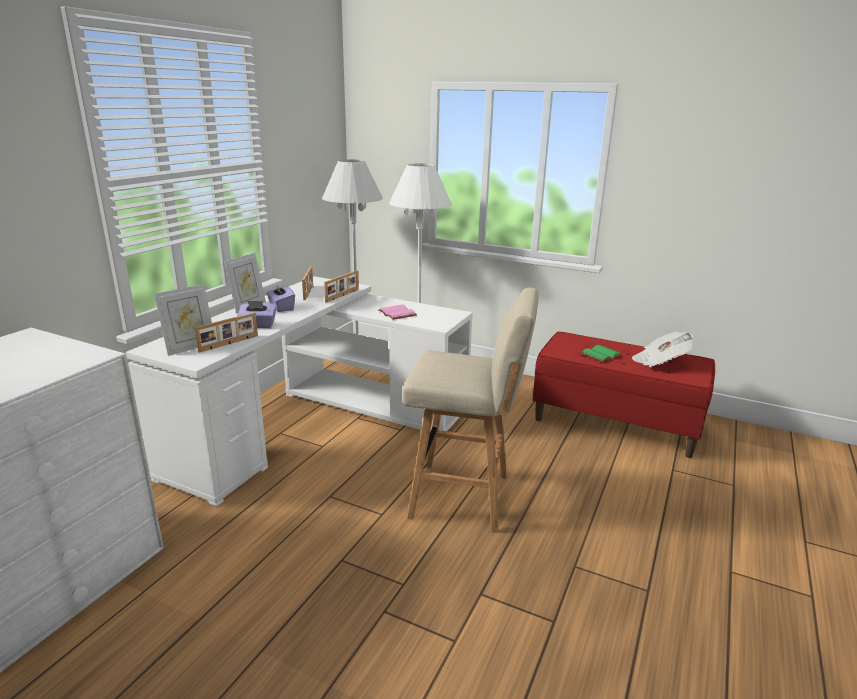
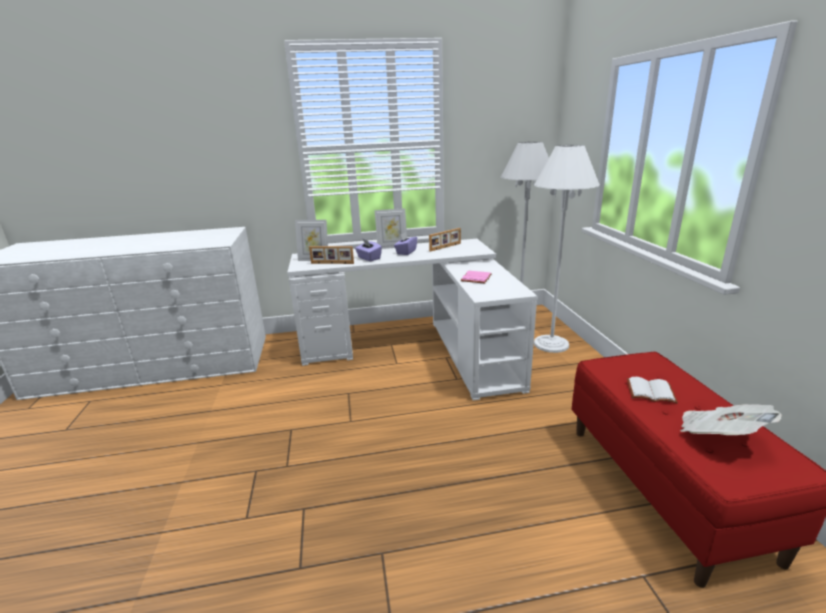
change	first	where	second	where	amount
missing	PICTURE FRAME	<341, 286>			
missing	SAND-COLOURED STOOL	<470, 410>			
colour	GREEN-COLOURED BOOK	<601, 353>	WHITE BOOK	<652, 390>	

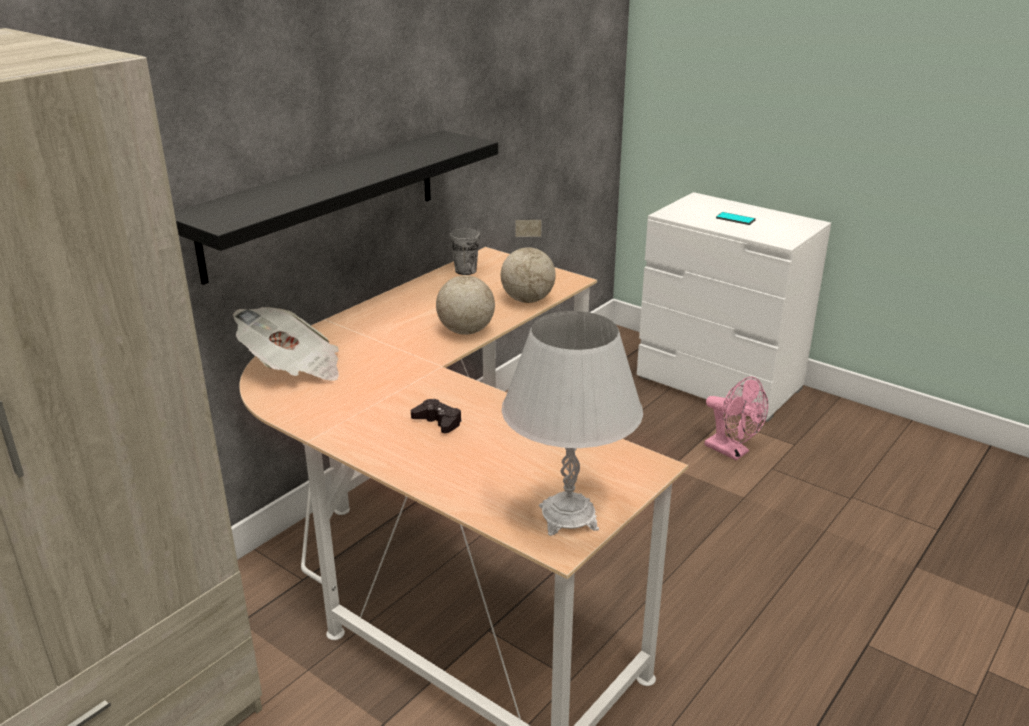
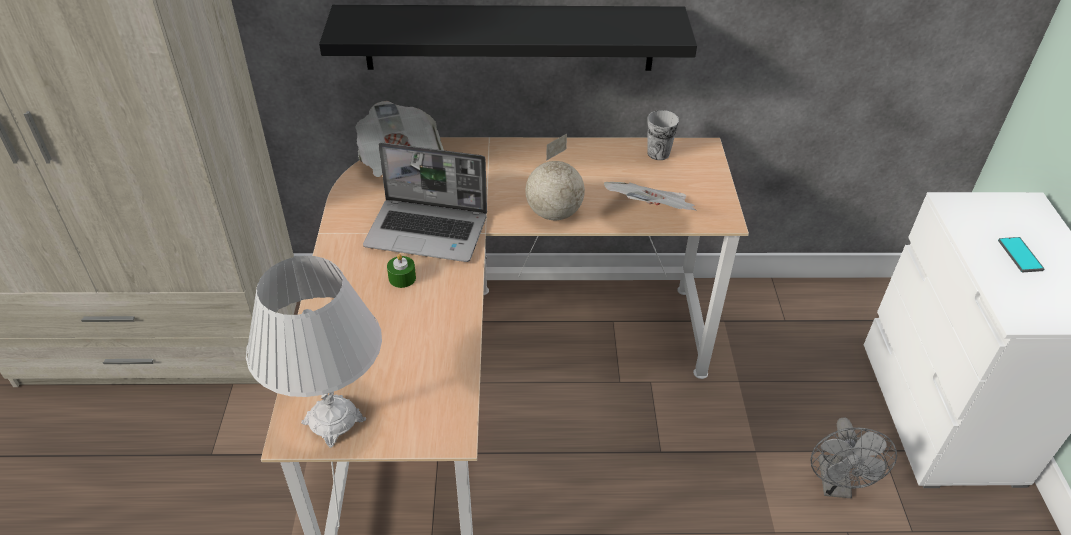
change	first	where	second	where	amount
exchanged	WORLD GLOBE	<528, 261>	NEWSPAPER	<650, 196>	
colour	PINK COOLING FAN	<736, 418>	GREYISH COOLING FAN	<853, 458>	
exchanged	BLACK JOYPAD	<436, 416>	GREEN-COLOURED WAX LIGHT	<401, 271>	
appeared			PORTABLE COMPUTER	<425, 202>	

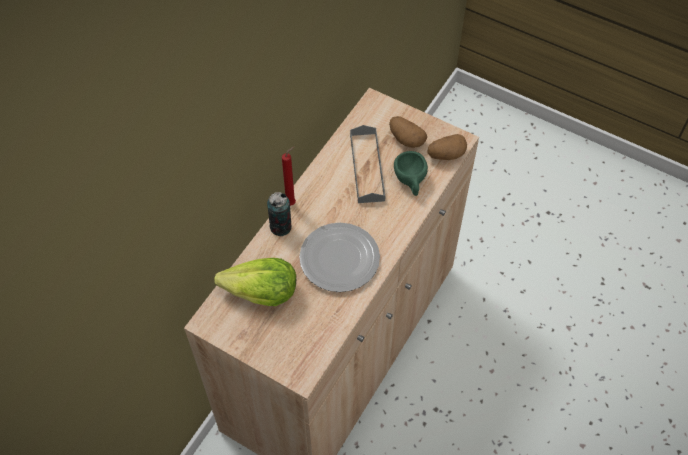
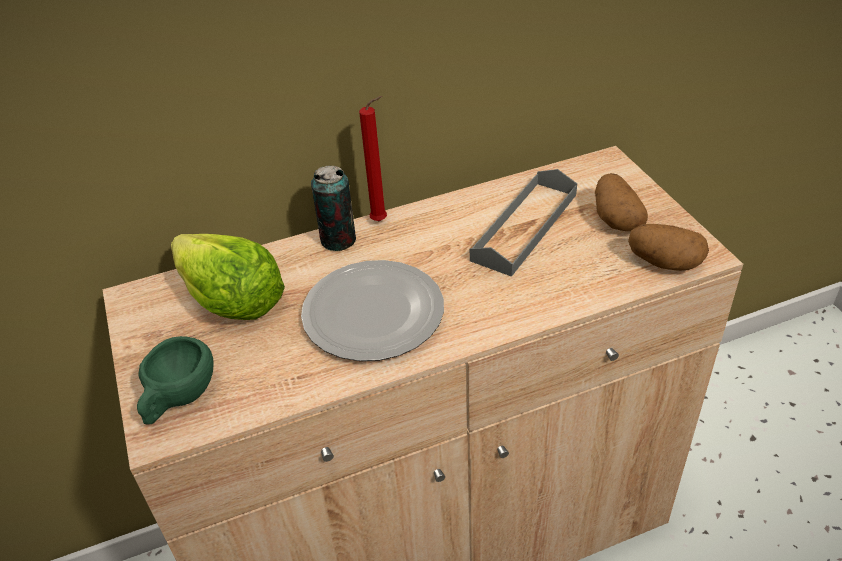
change	first	where	second	where	amount
relocated	GREEN-COLOURED SMALL CUP	<411, 173>		<175, 380>	

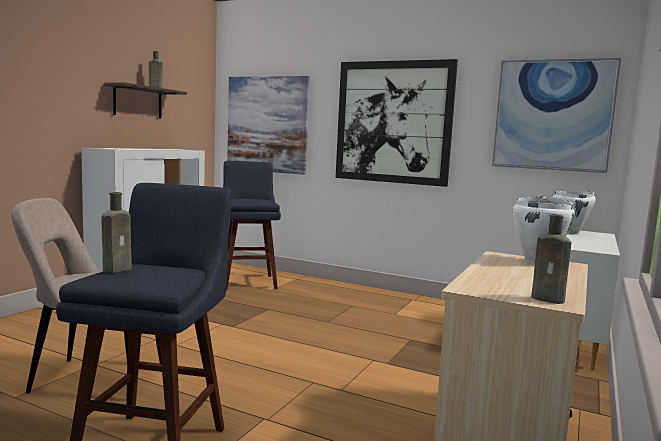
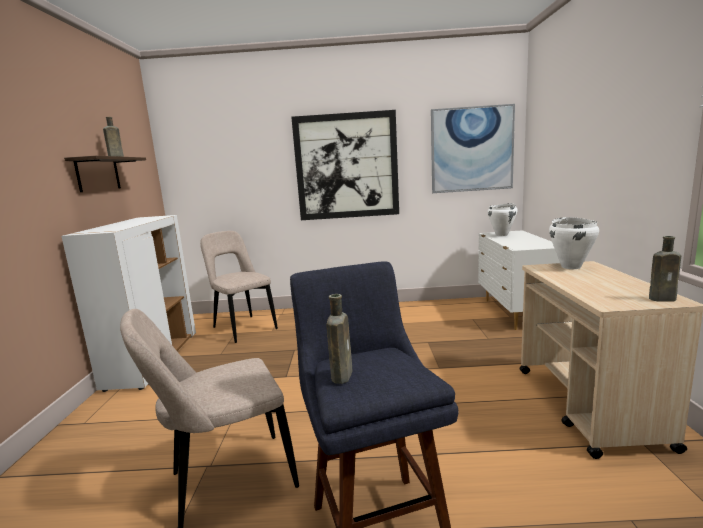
change	first	where	second	where	amount
missing	PICTURE	<268, 125>			
exchanged	BLUE STOOL	<252, 225>	SAND-COLOURED PLAIN CHAIR	<239, 287>	

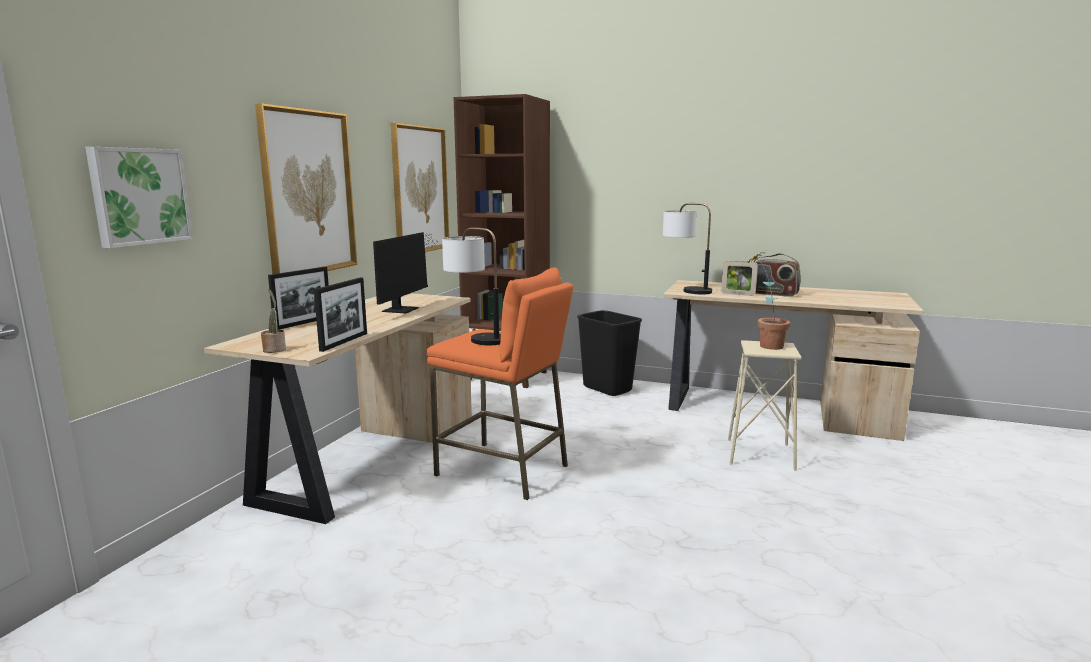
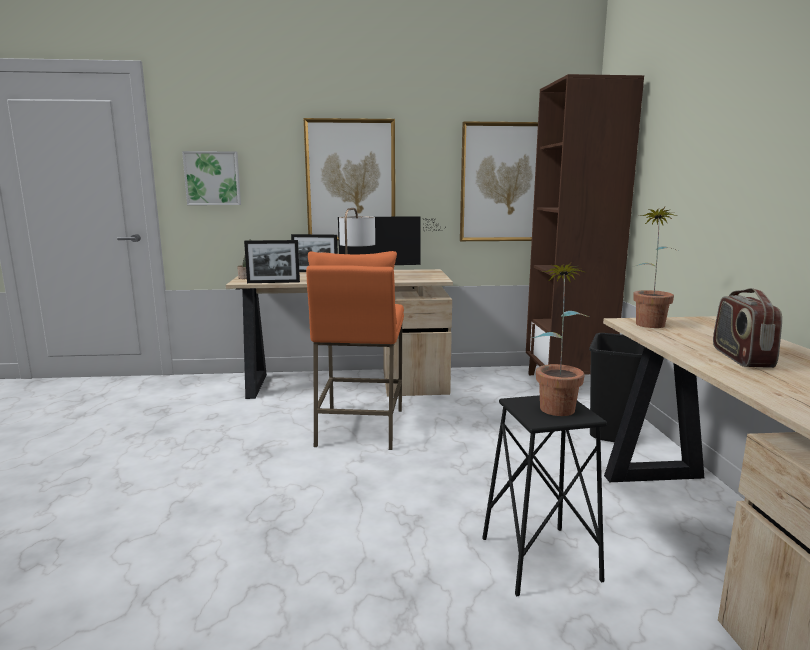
change	first	where	second	where	amount
exchanged	TABLE LAMP	<687, 248>	PLANT IN A POT	<655, 267>	
missing	PICTURE FRAME	<739, 278>			
colour	SAND-COLOURED STOOL	<765, 405>	BLACK STOOL	<544, 495>	

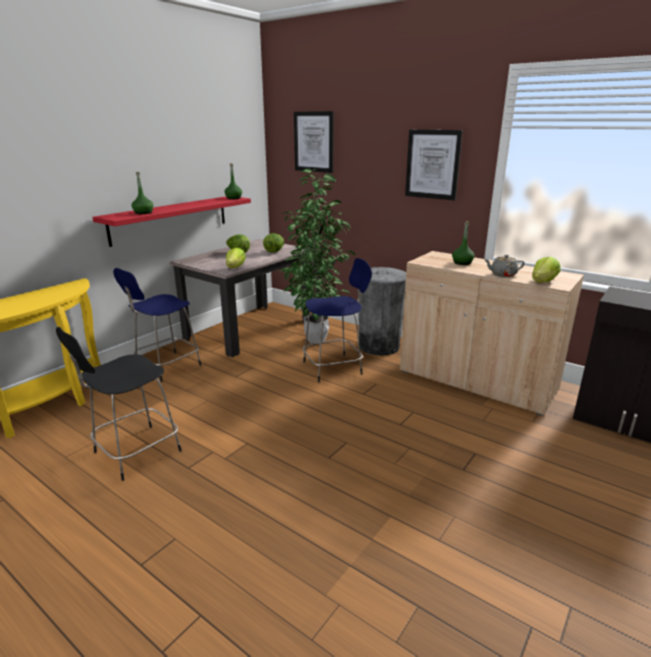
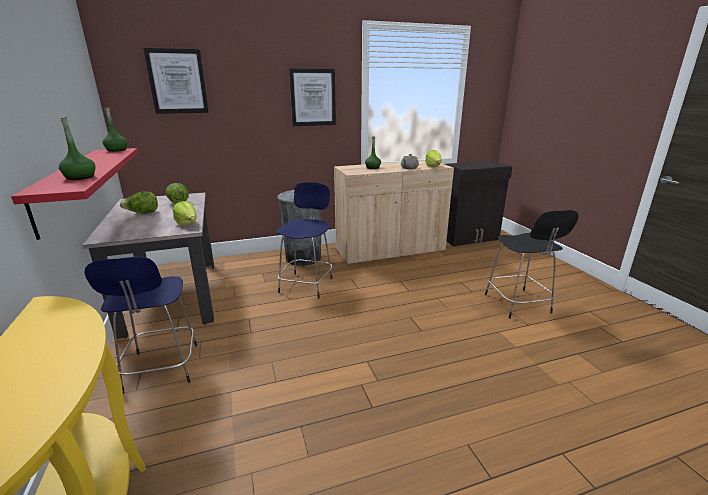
change	first	where	second	where	amount
missing	PLANT IN A POT	<318, 256>			
relocated	BLACK STOOL	<119, 404>		<532, 264>	

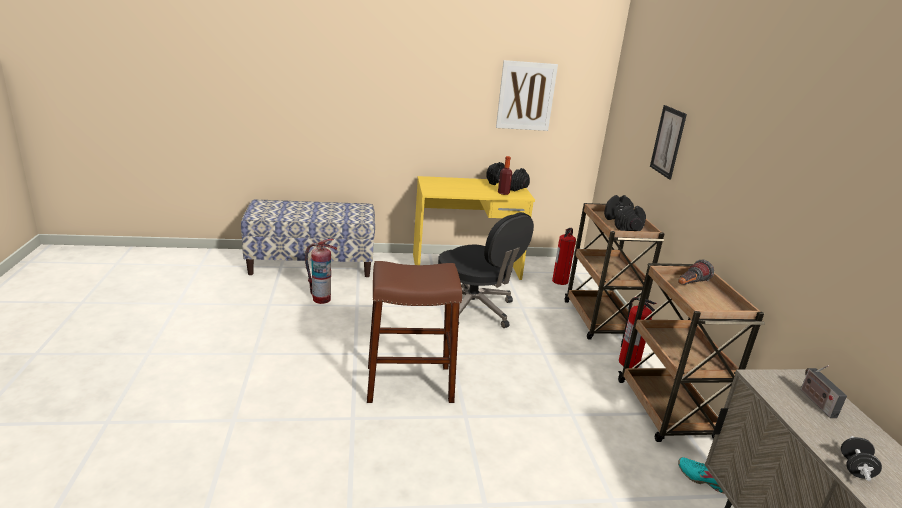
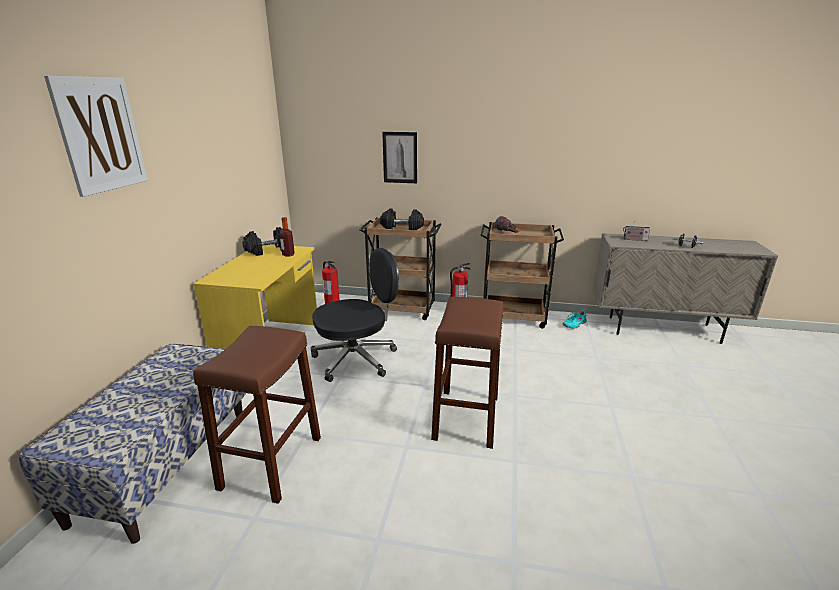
change	first	where	second	where	amount
relocated	PICTURE	<527, 95>		<96, 136>	
exchanged	FIRE-FIGHTING CYLINDER	<321, 271>	BROWNISH STOOL	<257, 415>	

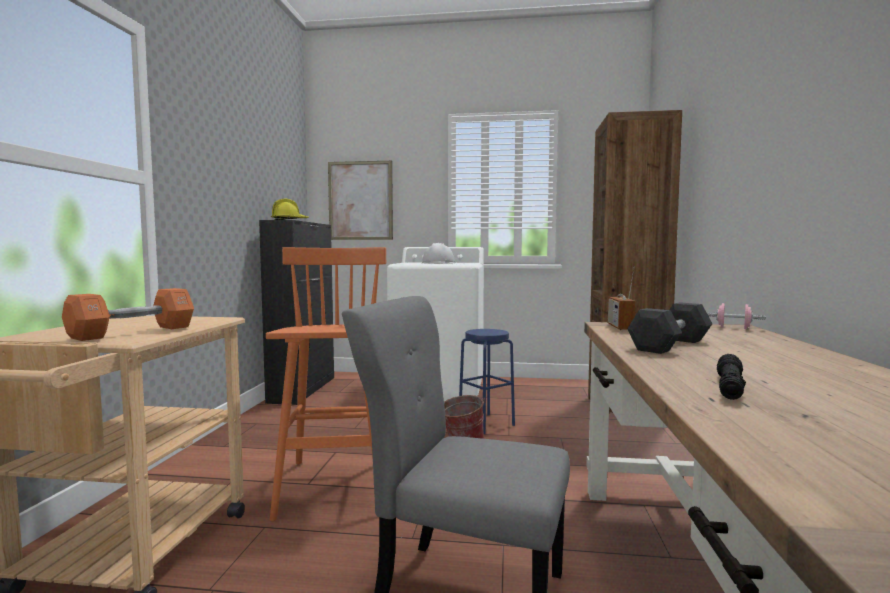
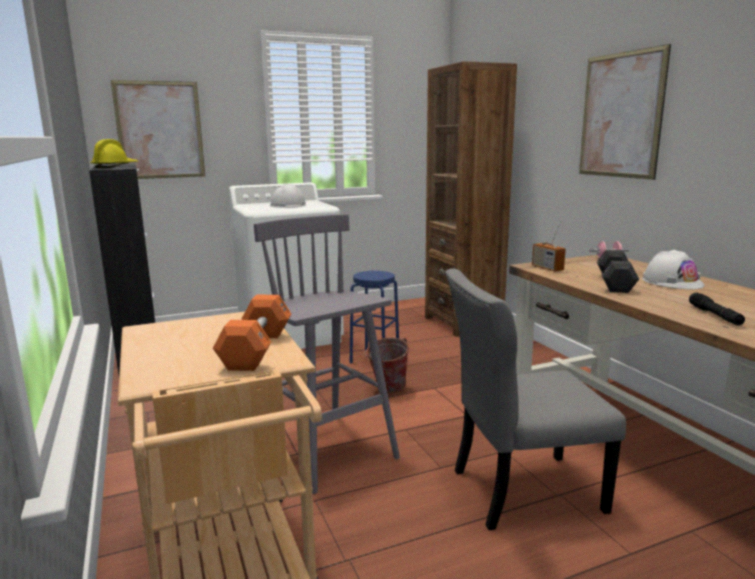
change	first	where	second	where	amount
colour	ORANGE STOOL	<326, 384>	GREYISH STOOL	<327, 354>	
appeared			PICTURE	<625, 112>	
appeared			WHITE HARD HAT	<673, 269>	

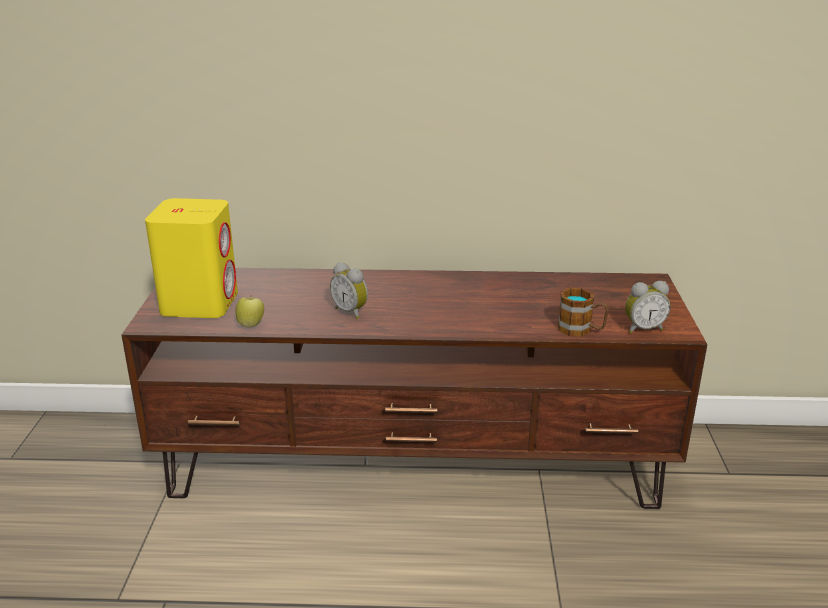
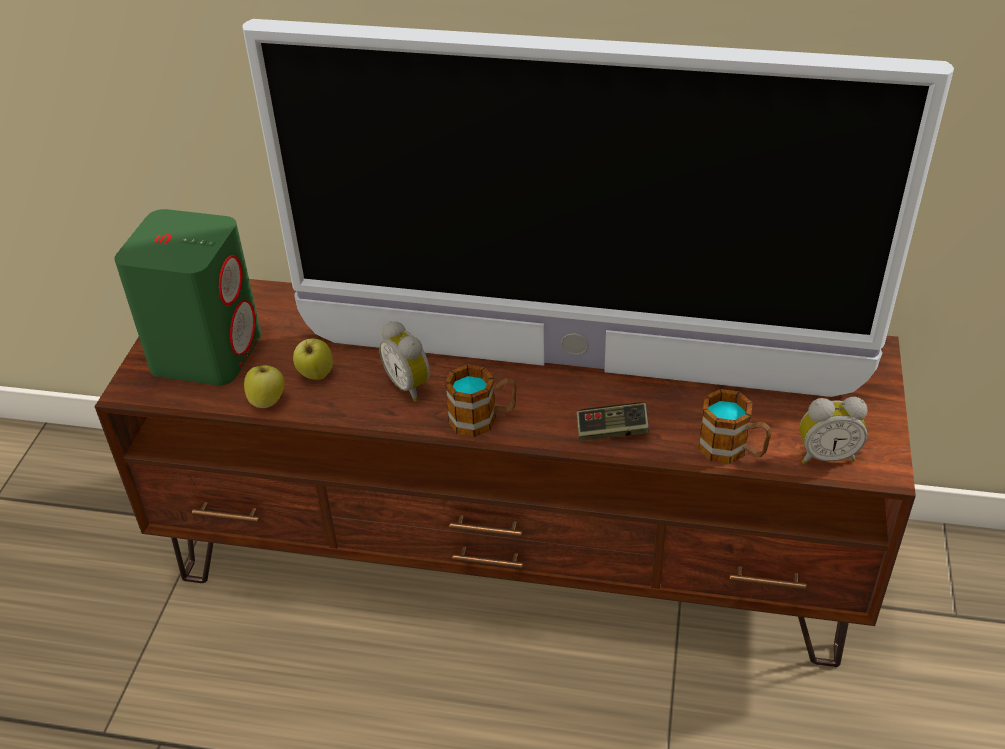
change	first	where	second	where	amount
colour	YELLOW SPEAKER	<191, 258>	GREEN-COLOURED SPEAKER	<187, 297>	
appeared			TV	<598, 208>	
appeared			WHOLE APPLE	<313, 358>	
appeared			COFFEE MUG	<481, 400>	
appeared			JOYPAD	<613, 421>	

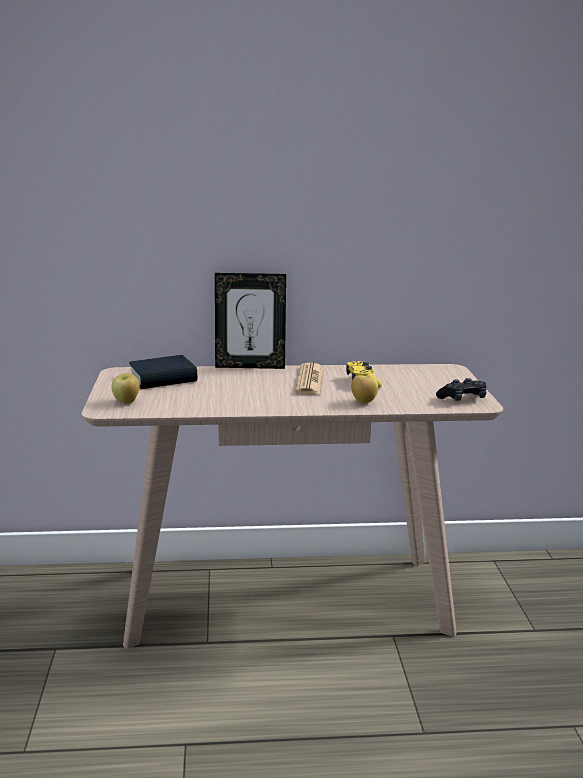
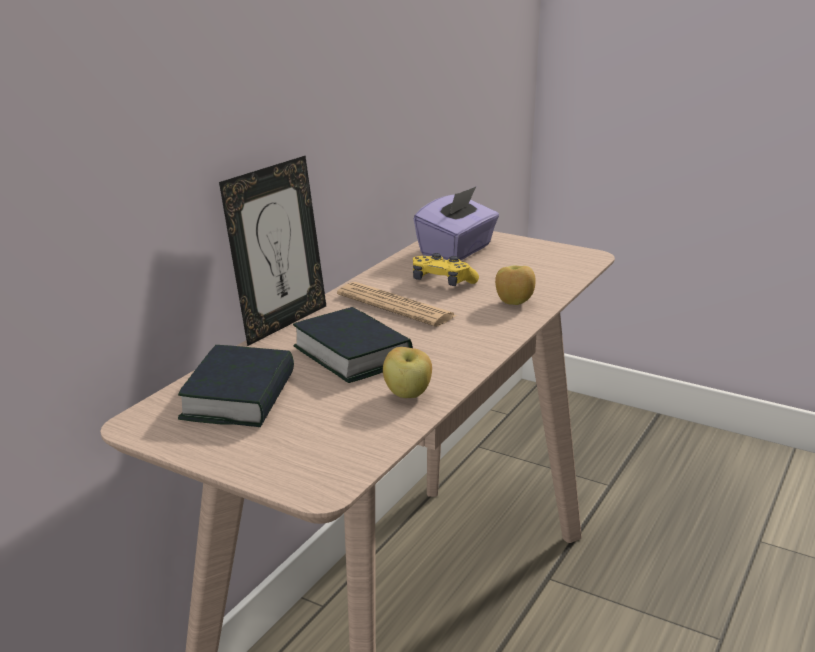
change	first	where	second	where	amount
relocated	WHOLE APPLE	<126, 388>		<407, 372>	
missing	BLACK JOYPAD	<461, 389>			
appeared			PURPLE-COLOURED BOX OF TISSUES	<456, 223>	
appeared			BOOK	<353, 345>	

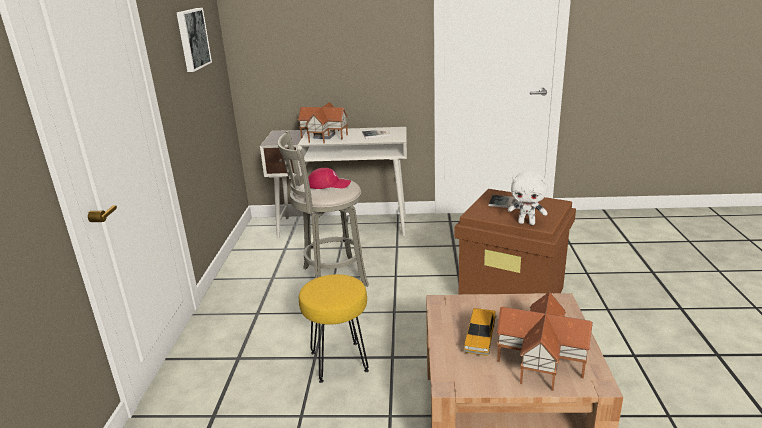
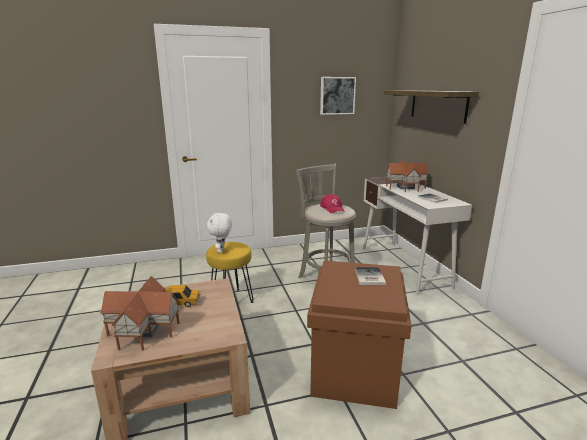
change	first	where	second	where	amount
relocated	WHITE CUDDLY TOY	<528, 197>		<219, 233>	
appeared			BRACKET SHELF	<431, 107>	

